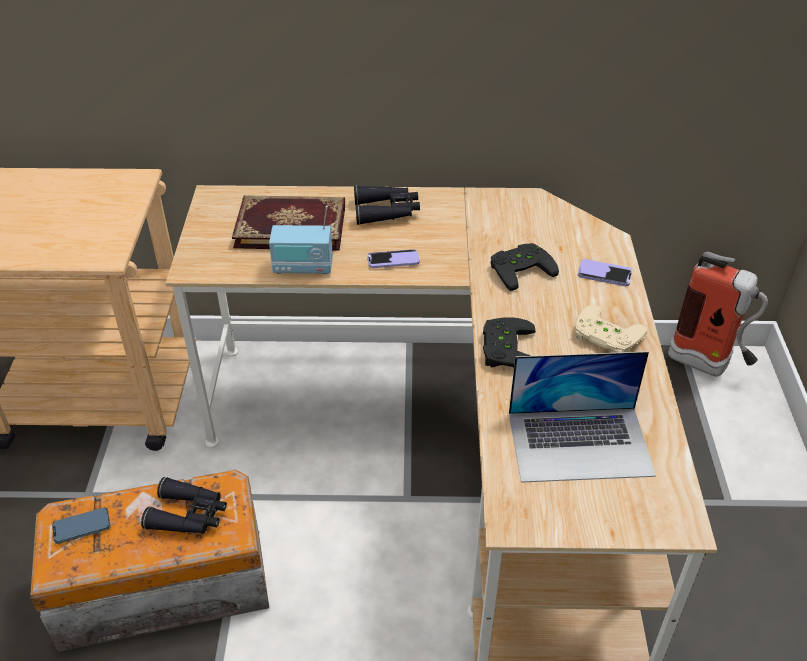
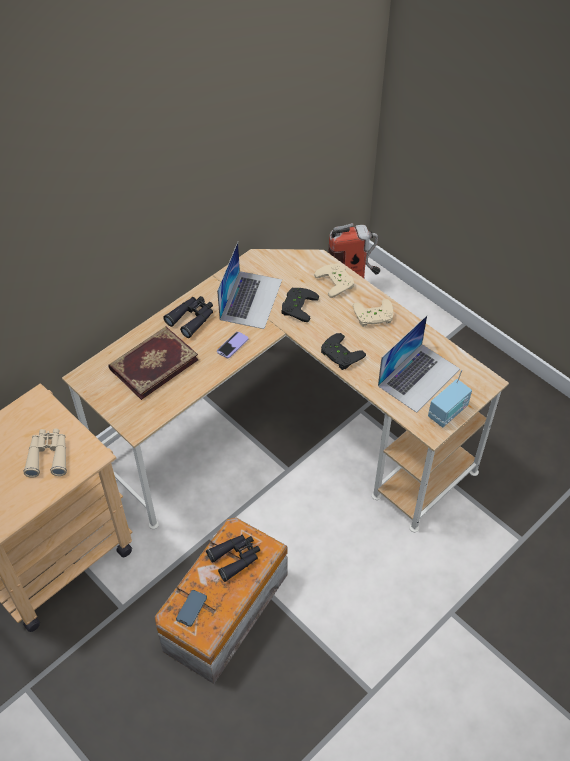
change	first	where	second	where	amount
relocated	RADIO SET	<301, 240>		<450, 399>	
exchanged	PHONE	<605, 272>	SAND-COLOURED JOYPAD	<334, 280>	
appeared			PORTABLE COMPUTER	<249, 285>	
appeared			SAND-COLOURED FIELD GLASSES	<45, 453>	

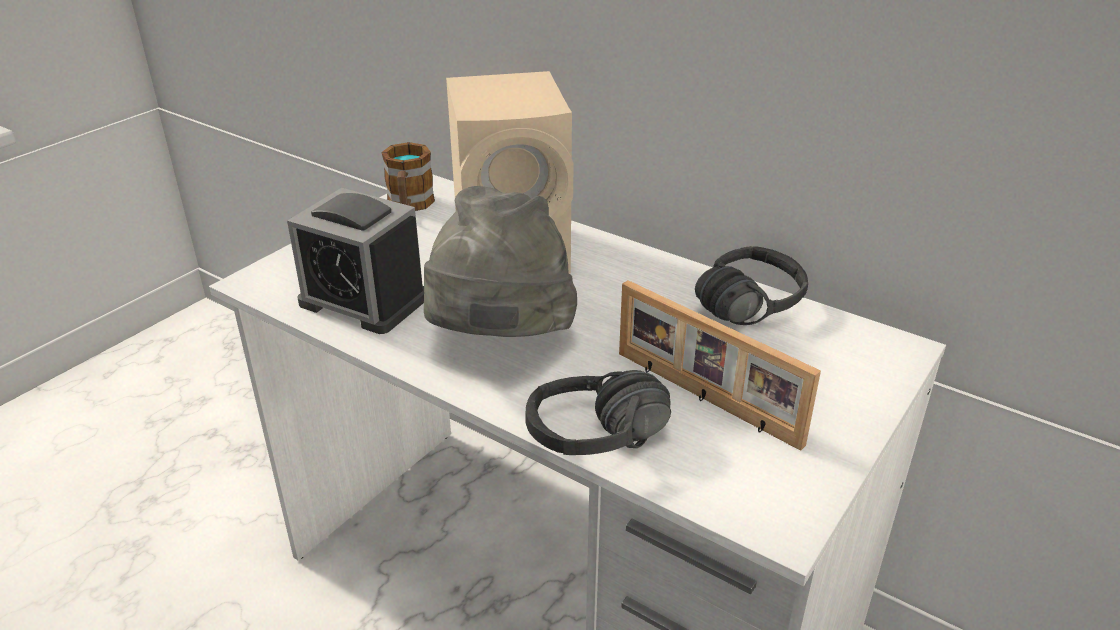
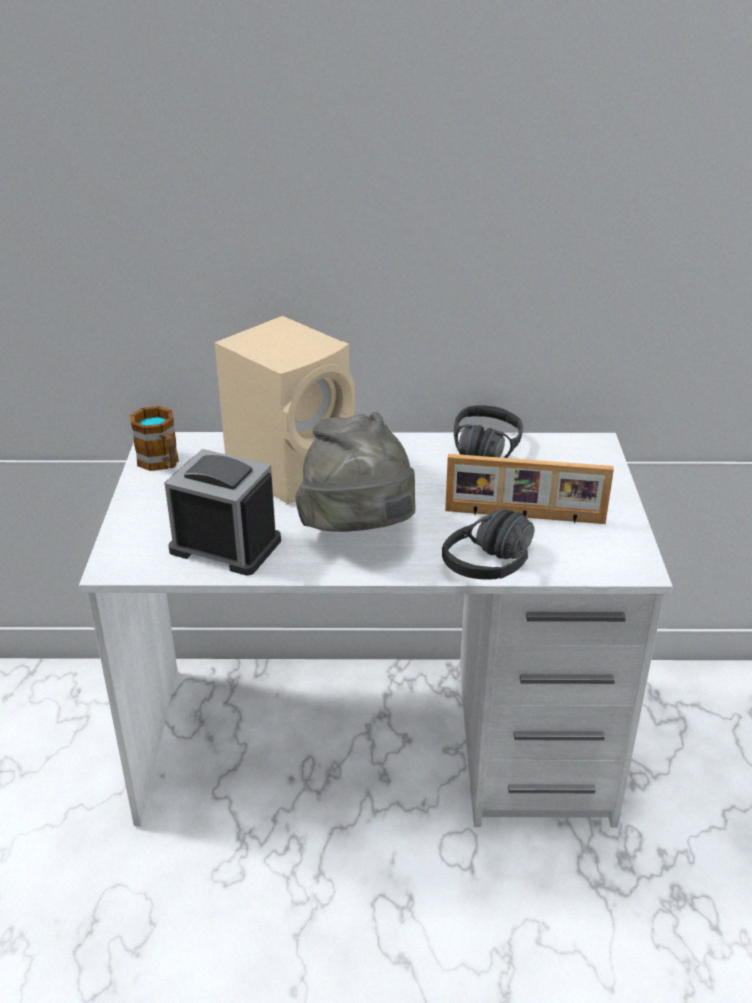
change	first	where	second	where	amount
spun	TABLE CLOCK	<355, 261>		<223, 512>	150 degrees counterclockwise

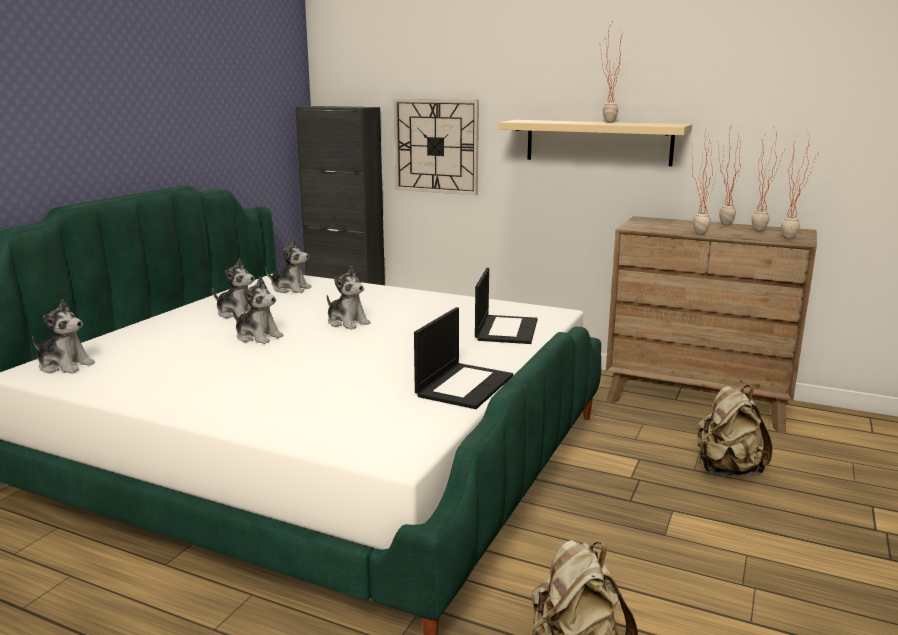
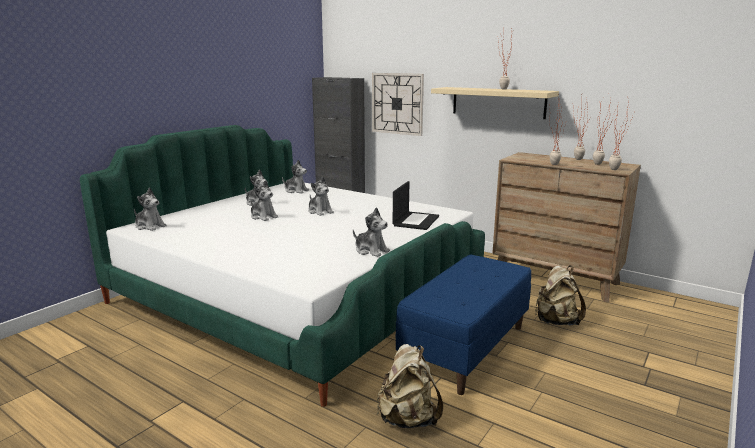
change	first	where	second	where	amount
exchanged	PORTABLE COMPUTER	<463, 358>	CUDDLY TOY	<371, 232>	
appeared			BLUE INDOOR BENCH	<463, 324>	

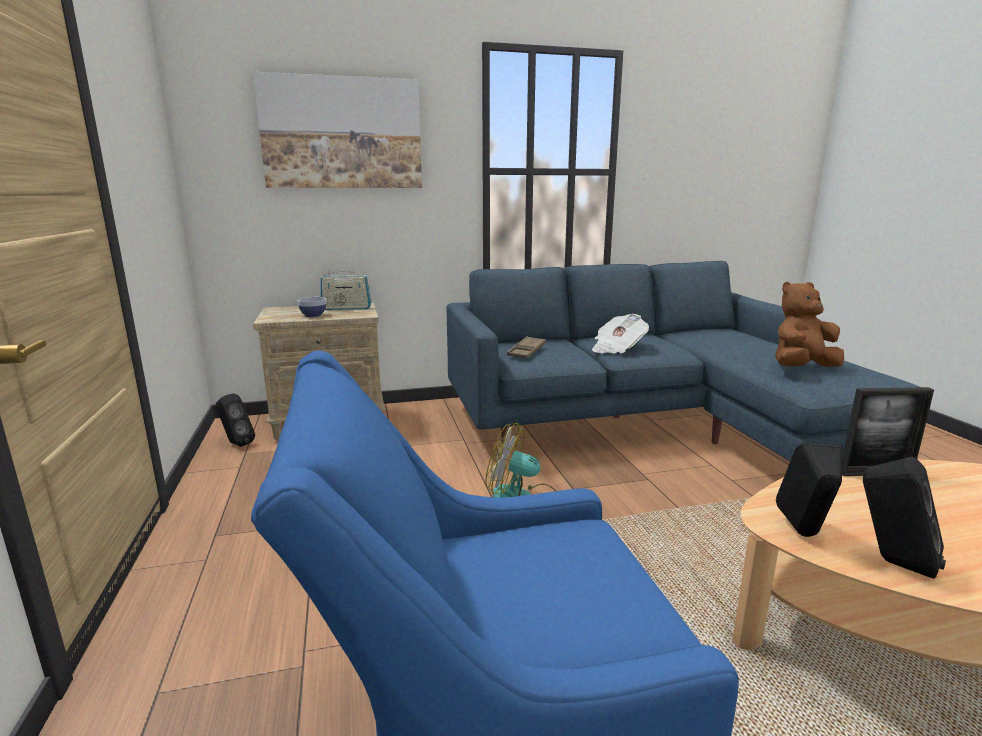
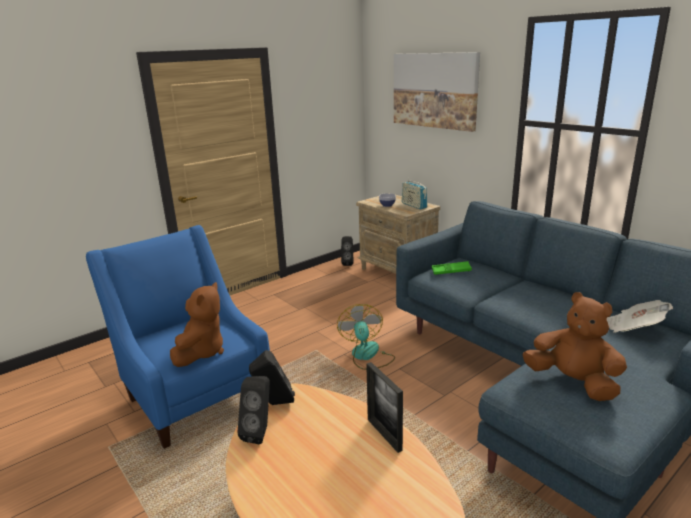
change	first	where	second	where	amount
relocated	NEWSPAPER	<620, 333>		<640, 316>	
colour	BROWNISH TRAY	<526, 347>	GREEN-COLOURED TRAY	<452, 268>	
appeared			BROWNISH CUDDLY TOY	<197, 324>	

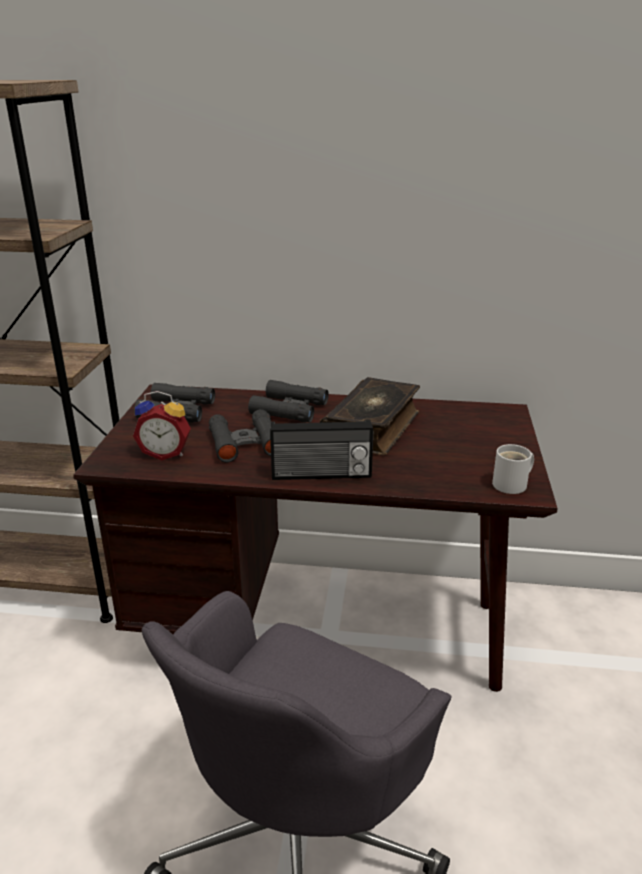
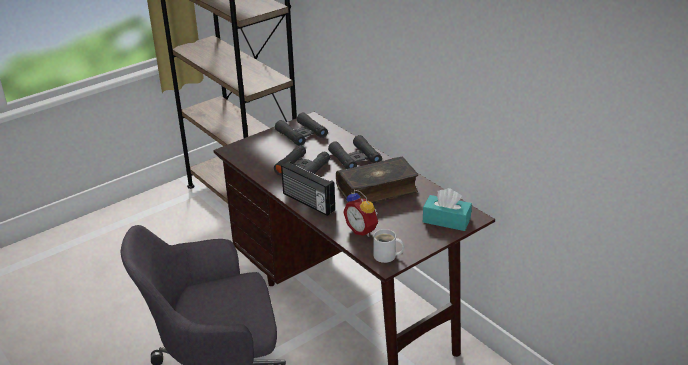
change	first	where	second	where	amount
relocated	TABLE CLOCK	<162, 425>		<360, 213>	
appeared			TURQUOISE-COLOURED BOX OF TISSUES	<447, 209>	

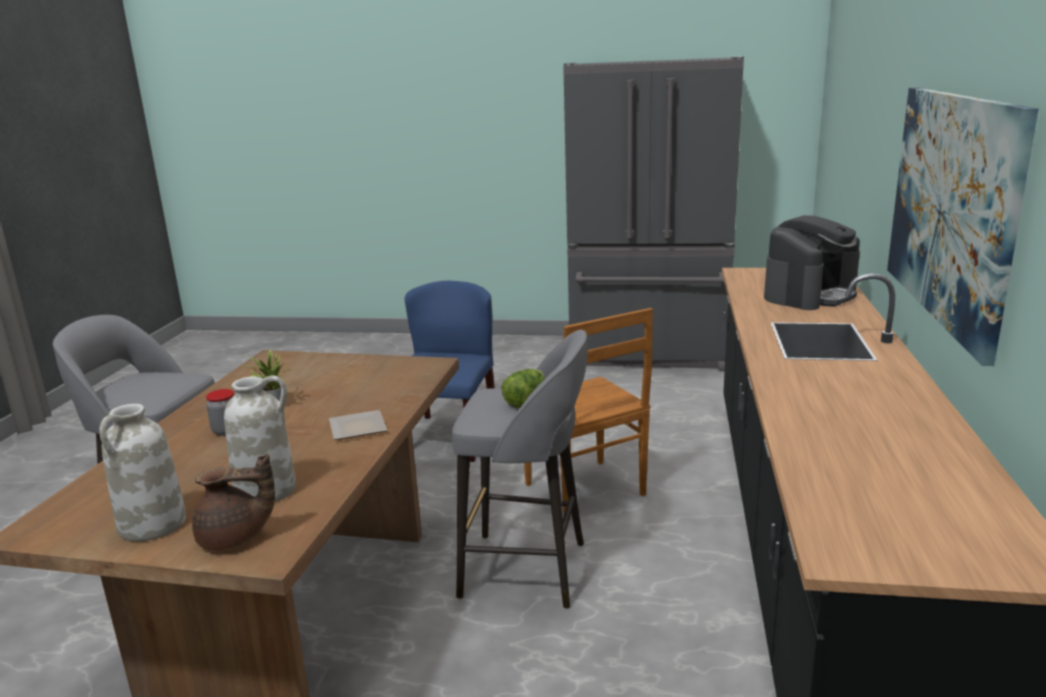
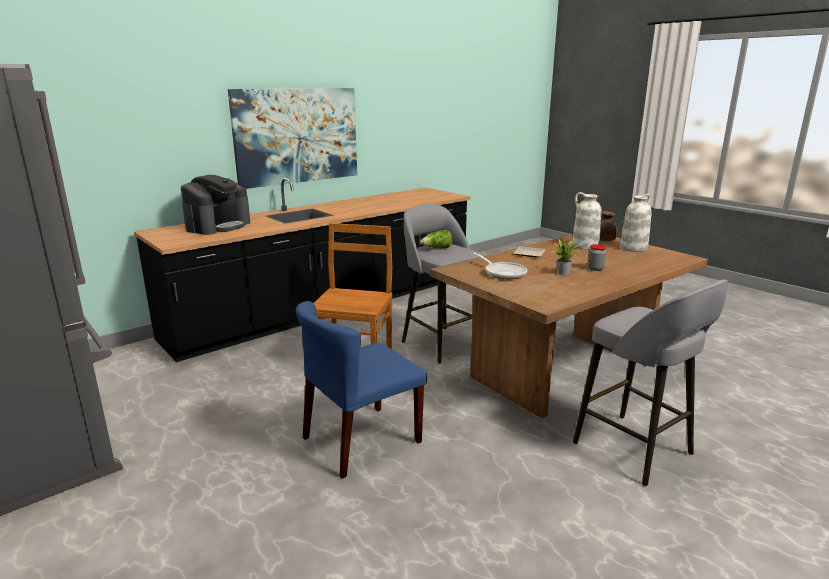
change	first	where	second	where	amount
spun	COFFEE MACHINE	<812, 262>		<215, 205>	120 degrees clockwise
appeared			PAN	<500, 265>	

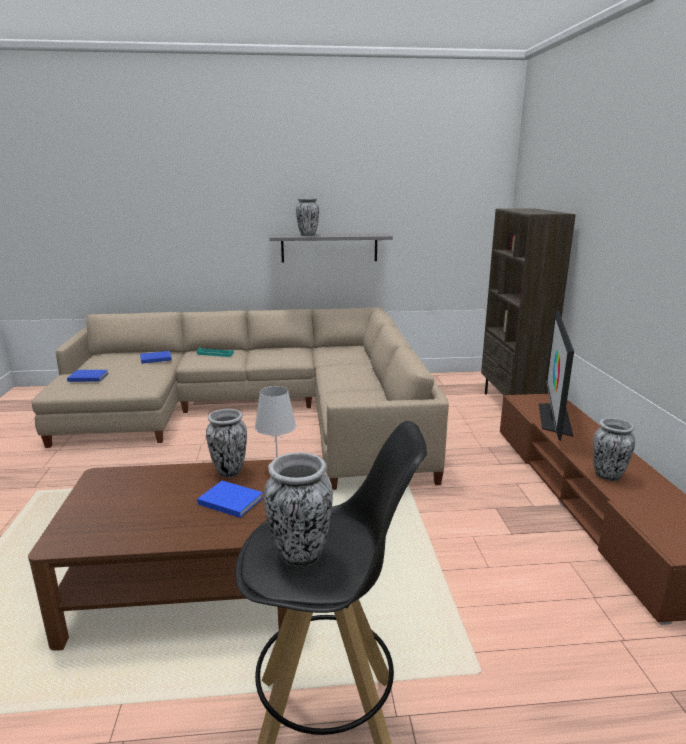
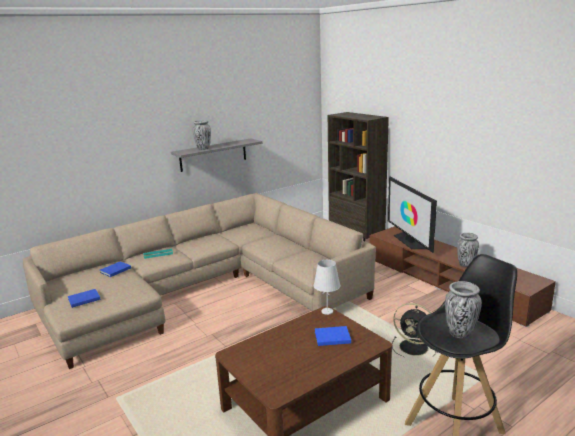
change	first	where	second	where	amount
missing	DECORATIVE VASE	<226, 443>			
appeared			BLACK COOLING FAN	<414, 330>	

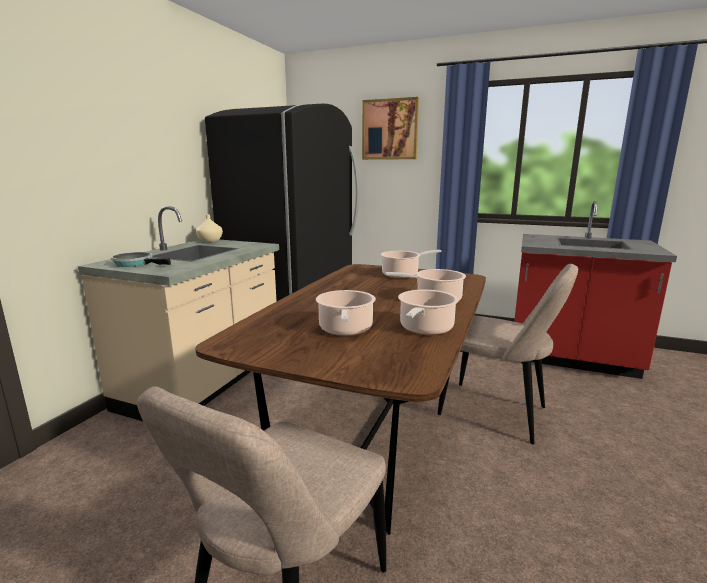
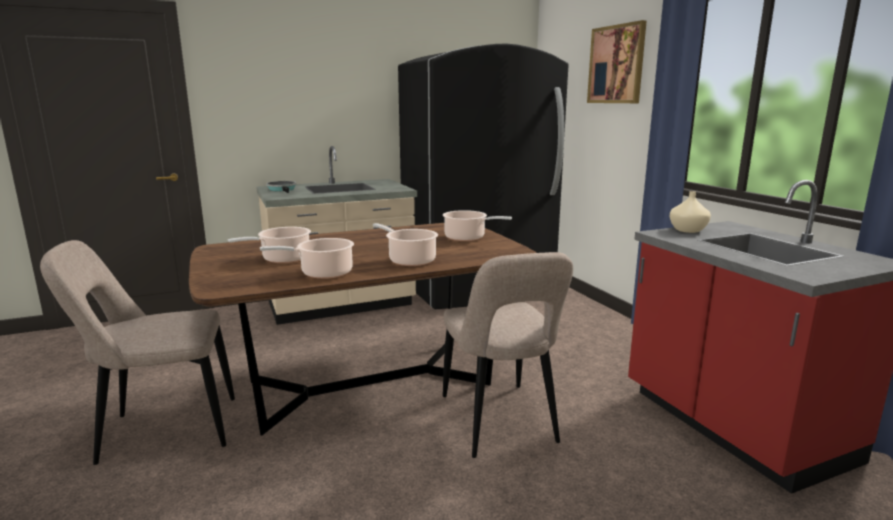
change	first	where	second	where	amount
relocated	SAND-COLOURED DECORATIVE VASE	<209, 228>		<690, 212>	

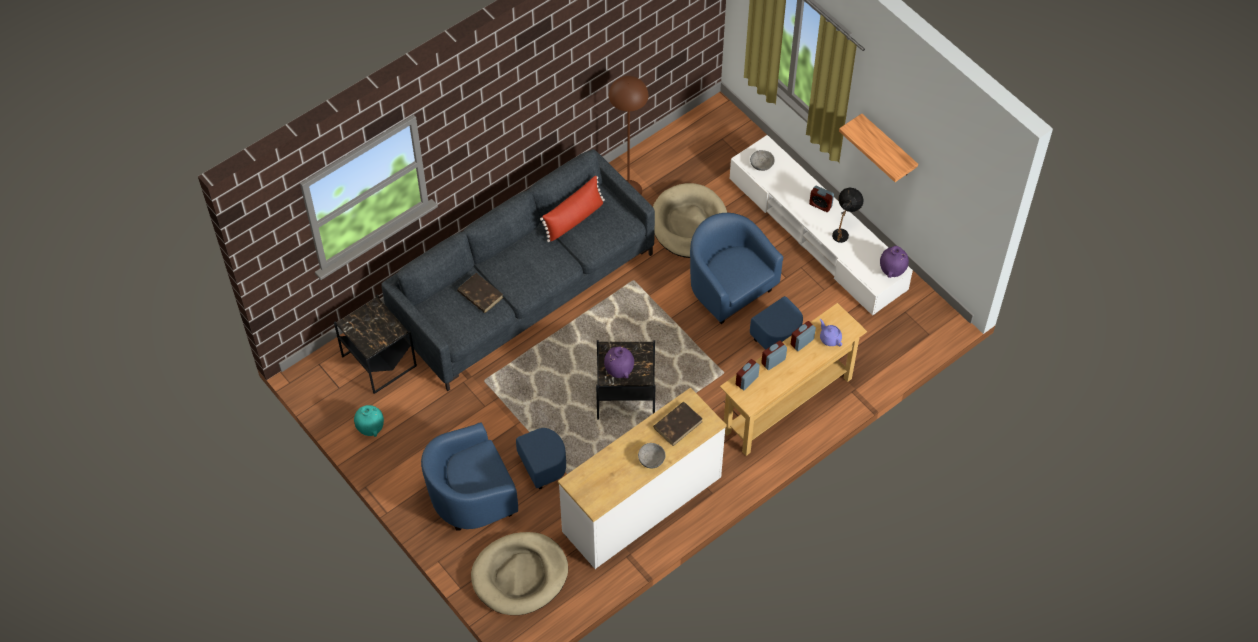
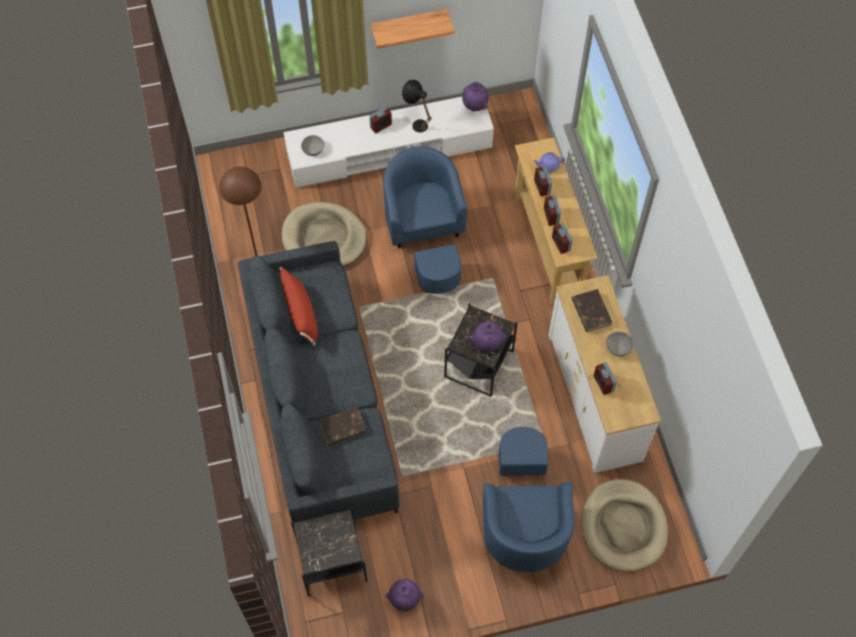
change	first	where	second	where	amount
spun	BLUE EASY CHAIR	<746, 281>		<425, 220>	90 degrees clockwise
colour	TURQUOISE-COLOURED DECORATIVE VASE	<369, 421>	PURPLE-COLOURED DECORATIVE VASE	<405, 595>	
appeared			TABLE CLOCK	<605, 378>	

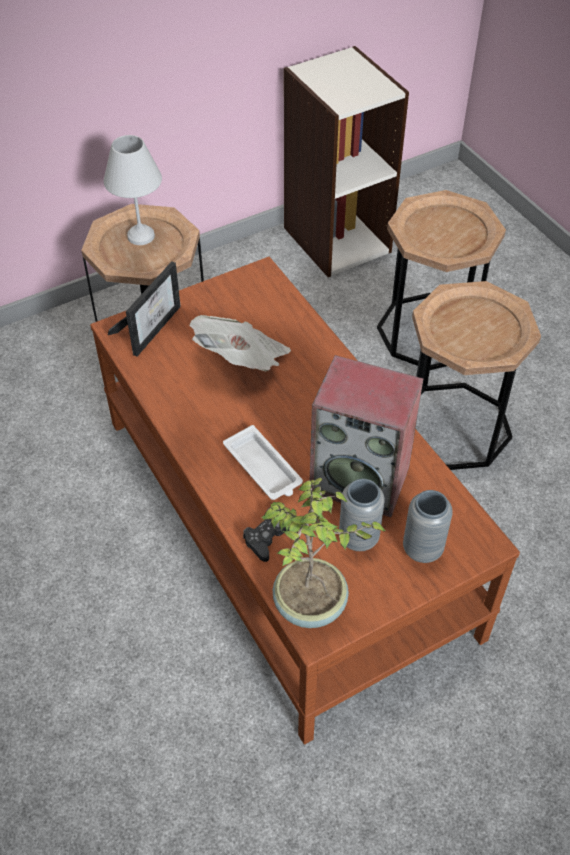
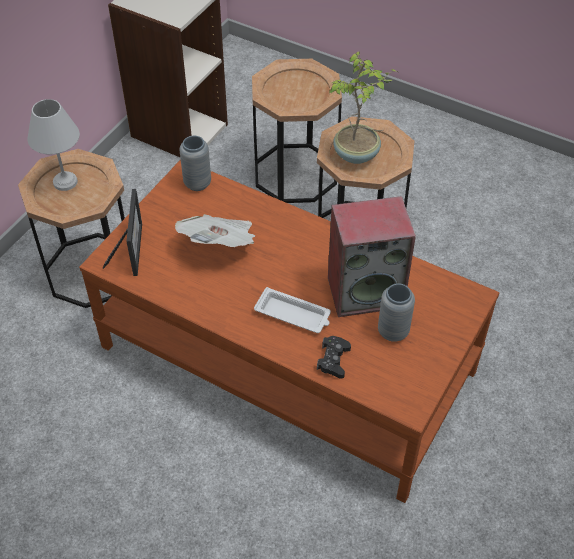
change	first	where	second	where	amount
relocated	PLANT IN A POT	<323, 553>		<364, 107>	
relocated	GREYISH DECORATIVE VASE	<428, 526>		<195, 163>	

